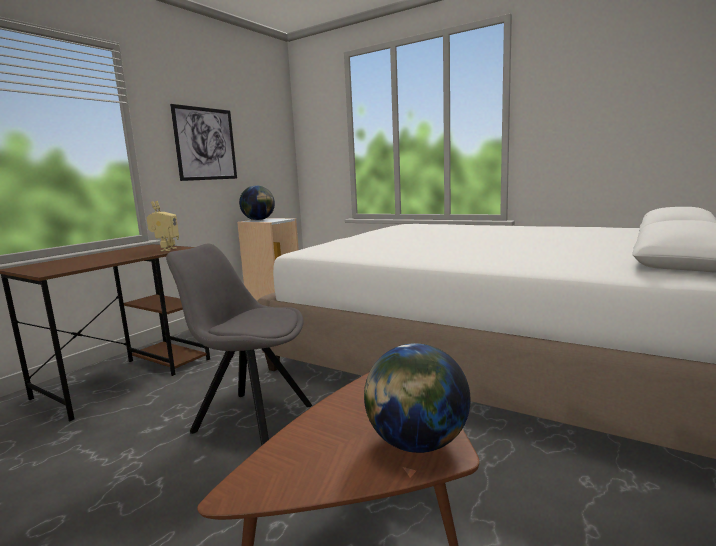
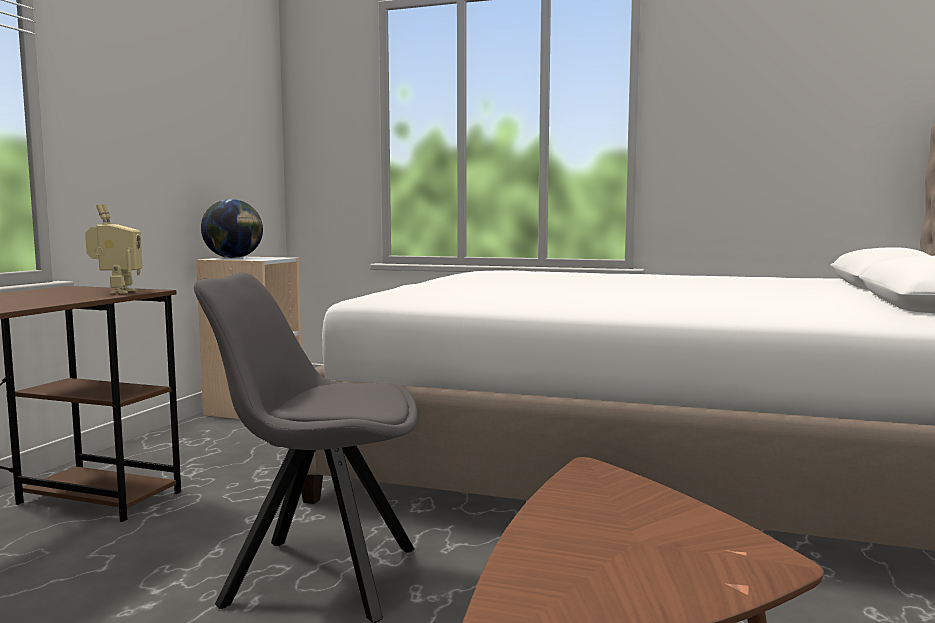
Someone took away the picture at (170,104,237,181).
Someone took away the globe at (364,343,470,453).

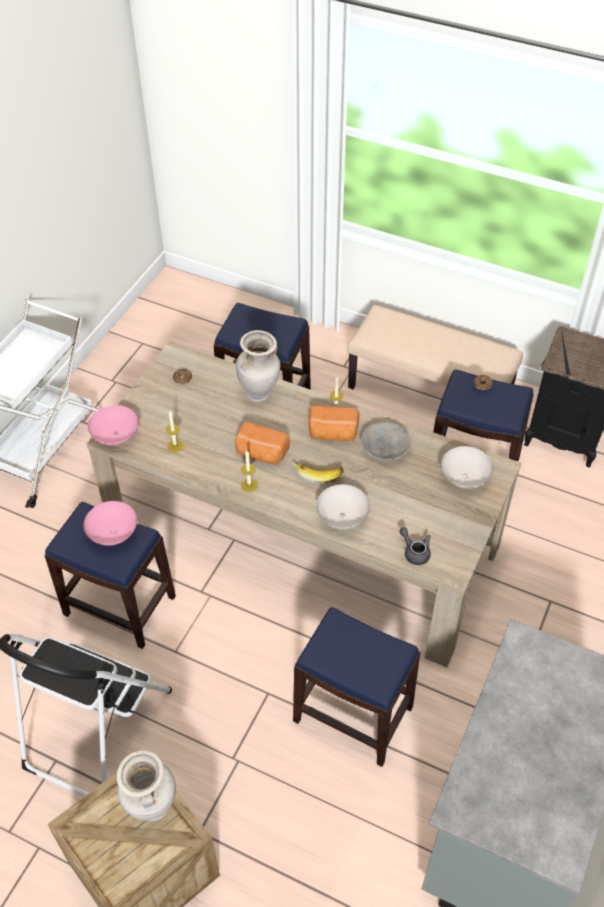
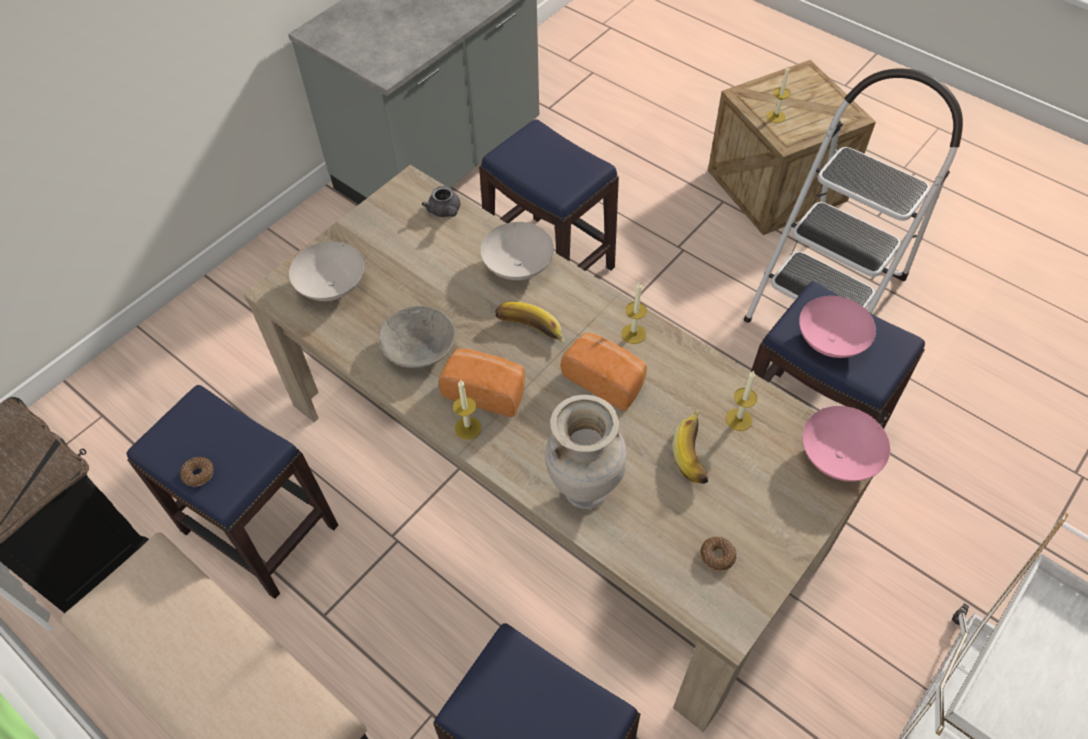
Someone put down the banana at (672,410,708,484).
Someone swapped the beige vase at (116,750,176,821) for the candle at (767,65,790,123).

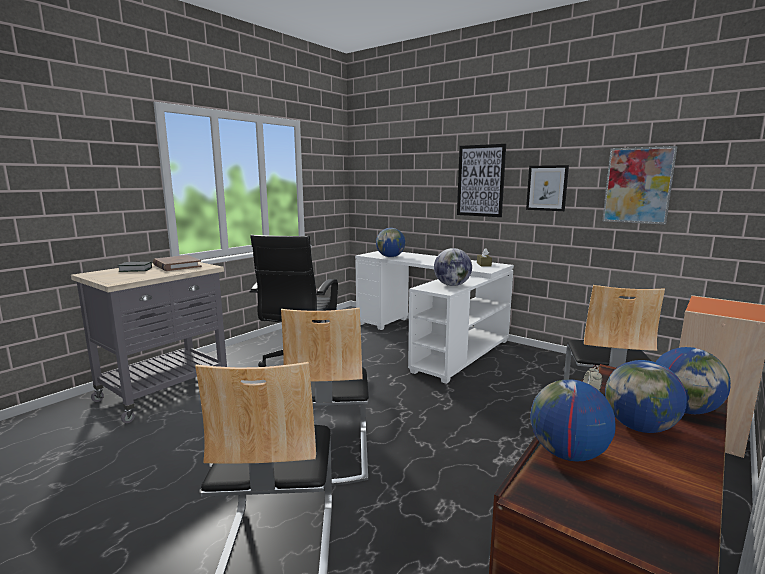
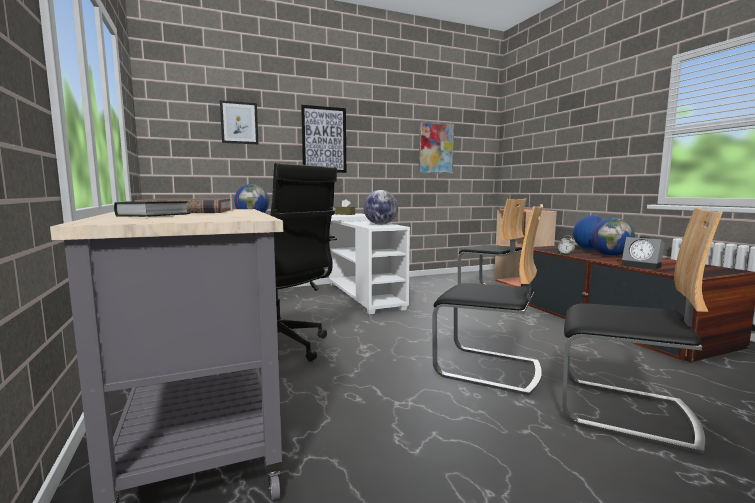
Someone carried the picture from (526,165,569,211) to (220,100,258,144).
Someone swapped the globe at (530,379,616,461) for the alarm clock at (621,236,665,270).

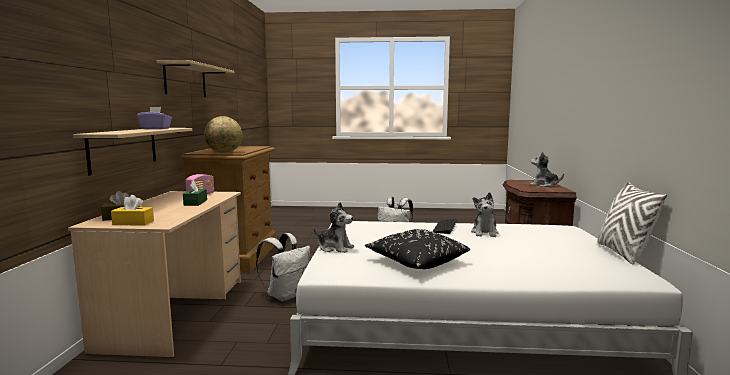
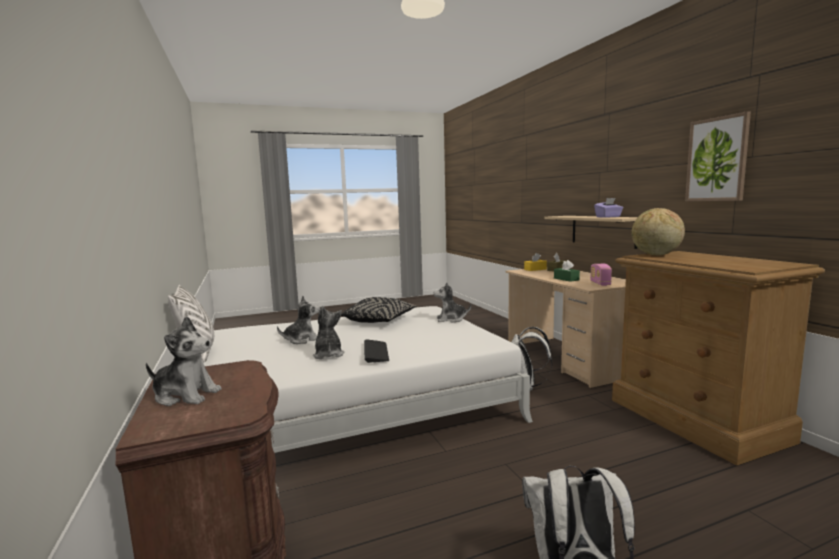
Someone put down the plush toy at (277,296,320,344).
Someone swapped the shelf at (157,60,234,97) for the picture at (685,111,751,201).

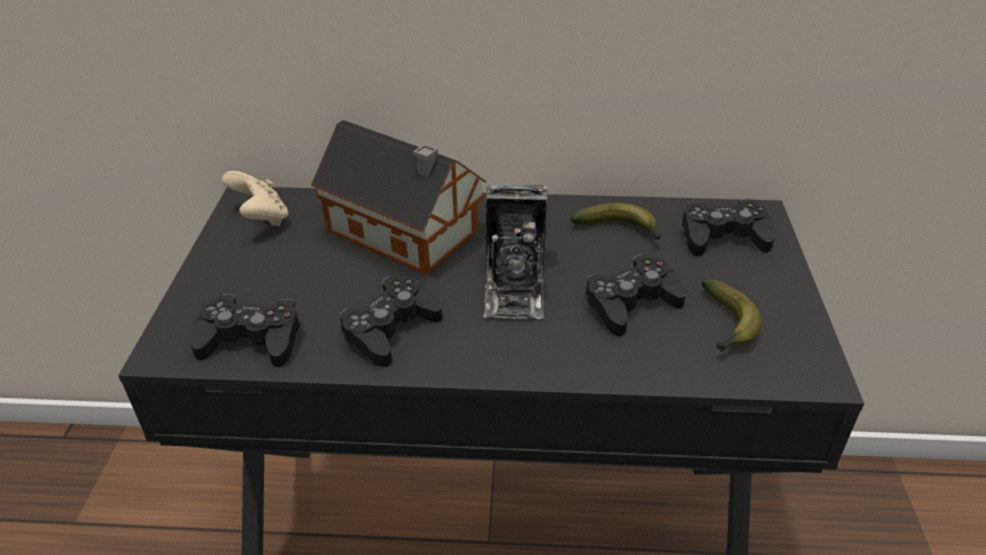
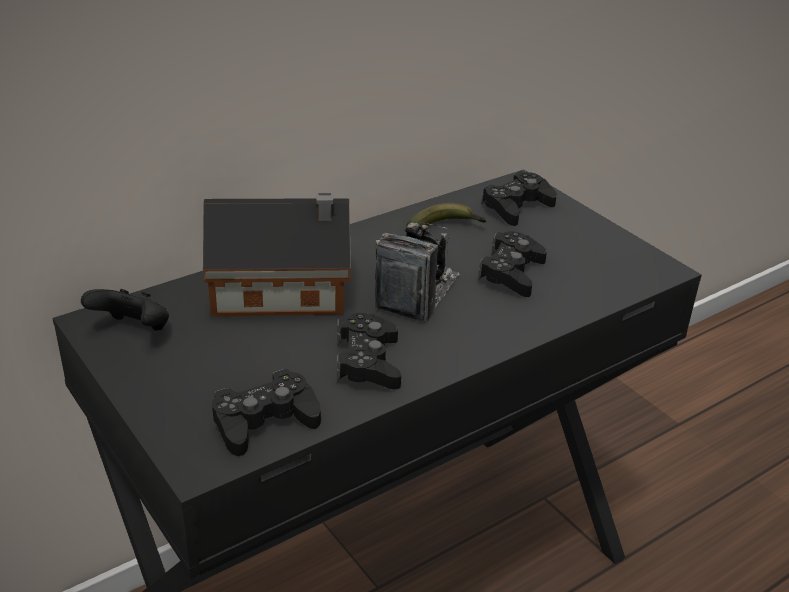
Someone took away the banana at (701,279,762,352).
Someone repainted the beige game controller at (222,171,288,226), which became the black game controller at (81,289,169,331).
Someone rotated the photo camera at (483,184,548,319) by 120 degrees counterclockwise.

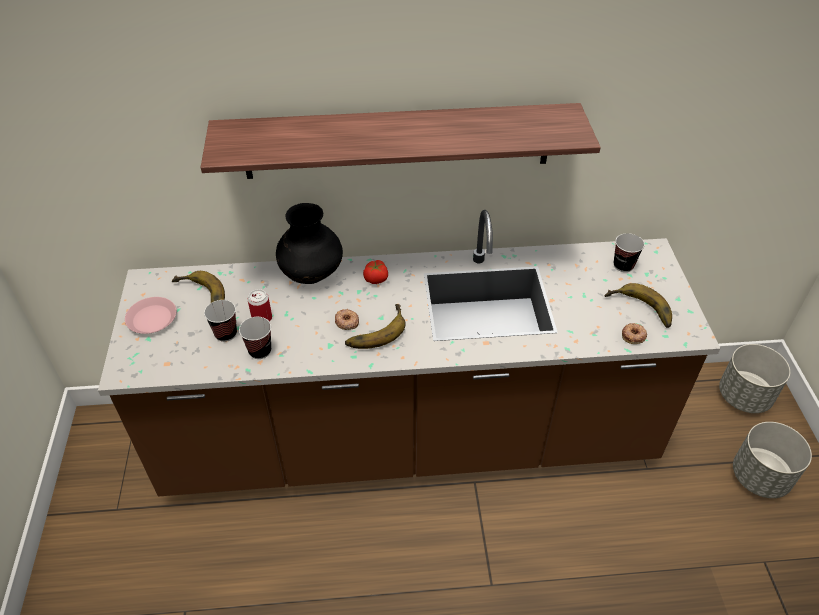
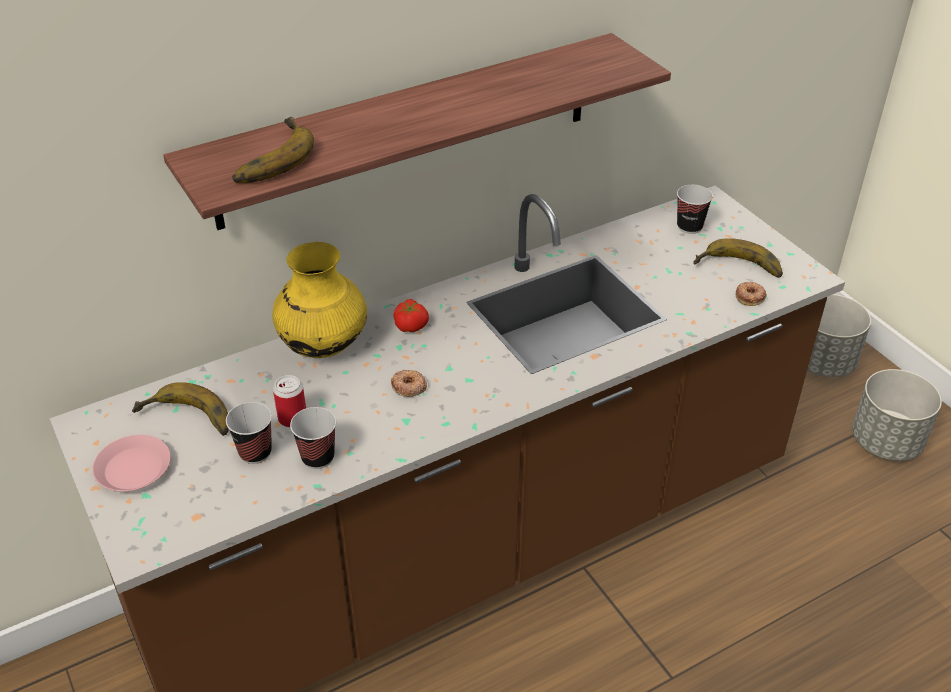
Someone carried the banana from (345,304,406,349) to (232,117,314,183).
Someone repainted the black vase at (276,203,343,284), which became the yellow vase at (272,242,367,358).

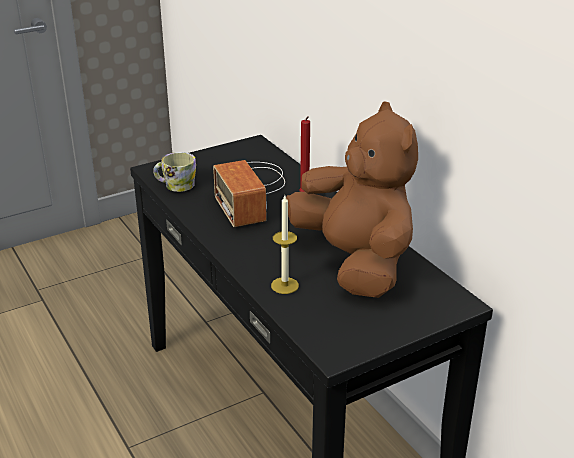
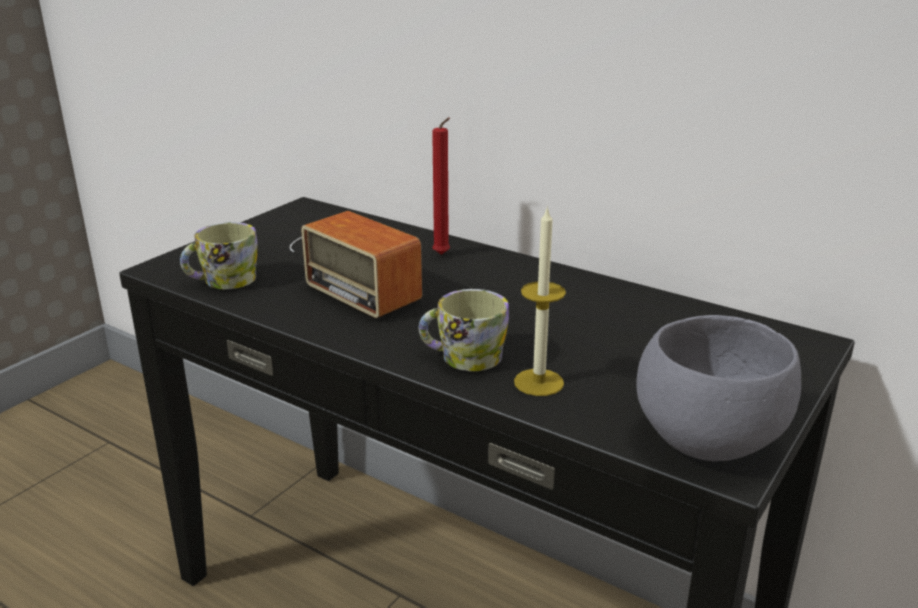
Someone took away the brown plush toy at (286,101,418,298).
Someone put down the mug at (419,289,509,371).
Someone put down the grey bowl at (637,315,801,461).

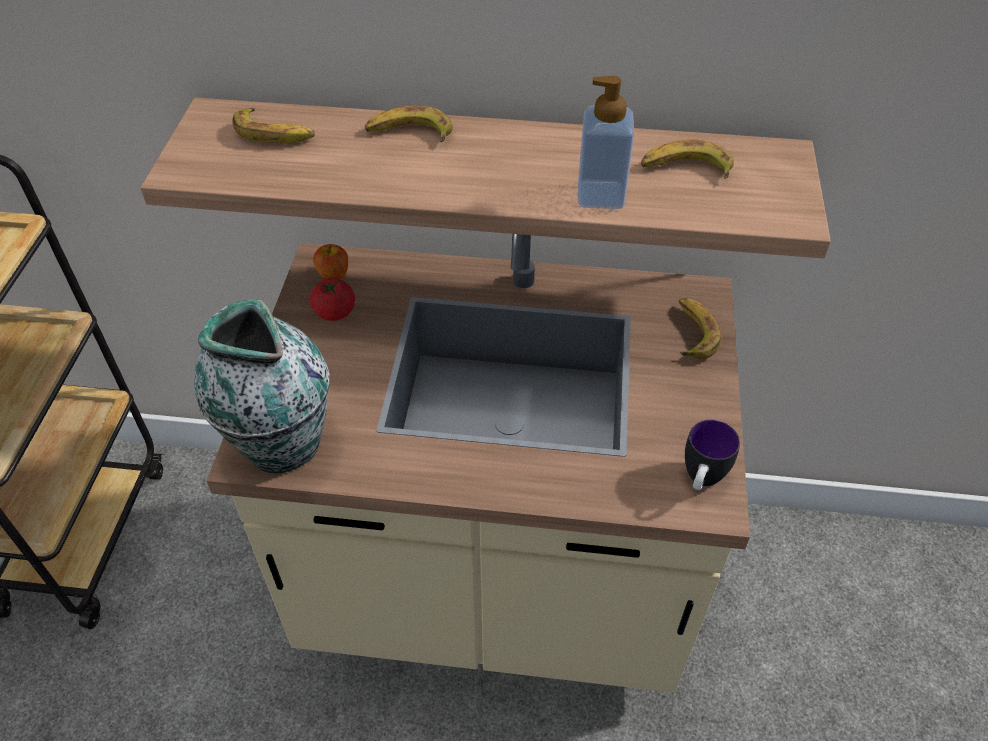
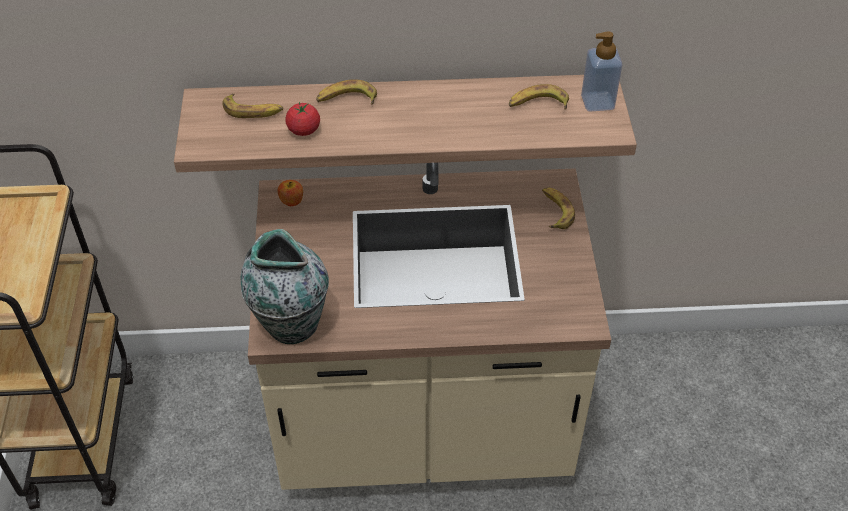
Someone took away the mug at (685,420,740,490).
Someone carried the tomato from (310,276,355,321) to (285,102,320,136).
Someone carried the soap dispenser from (578,76,634,209) to (581,31,623,112).

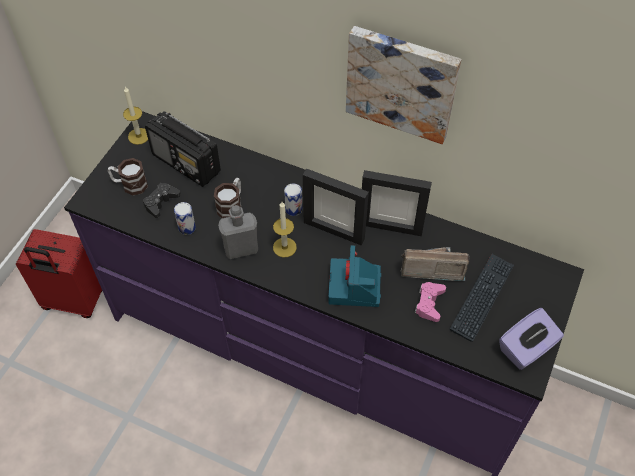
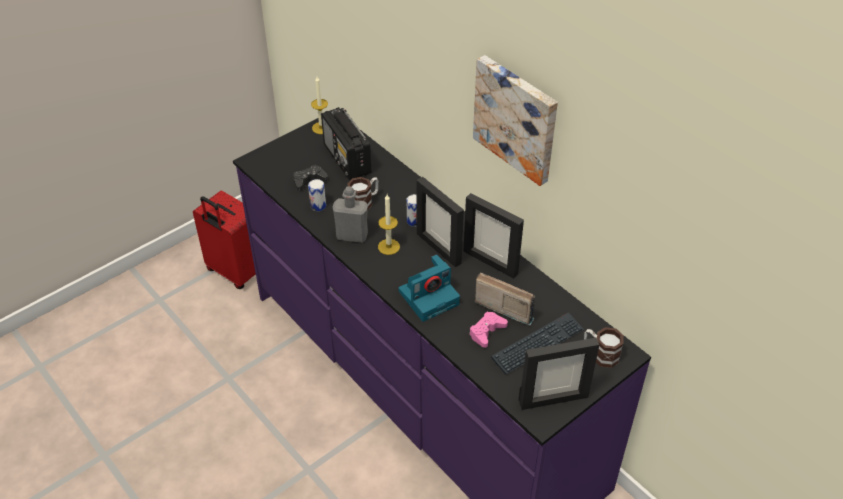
Someone carried the mug from (108,158,148,196) to (584,327,624,368).
Someone swapped the purple tissue box at (500,308,564,370) for the picture frame at (518,338,599,410).
Someone rotated the photo camera at (328,245,381,307) by 150 degrees counterclockwise.

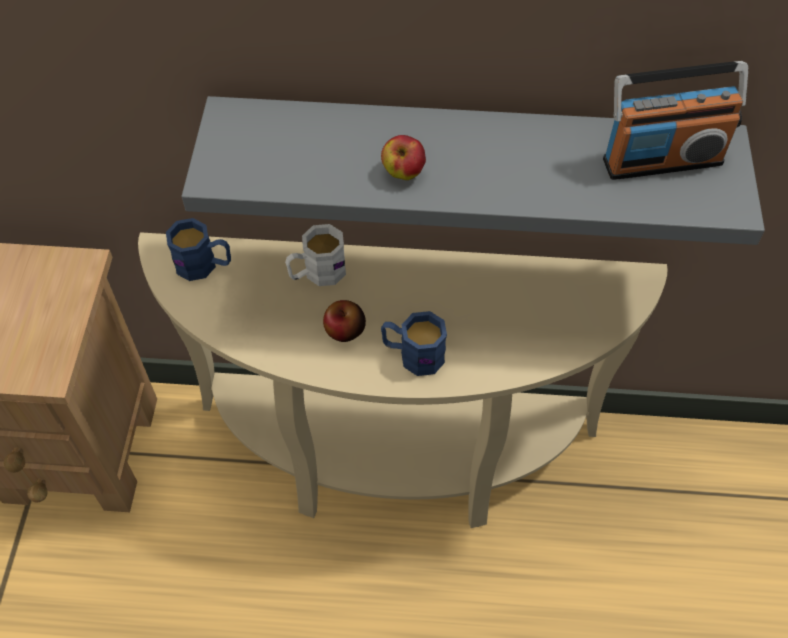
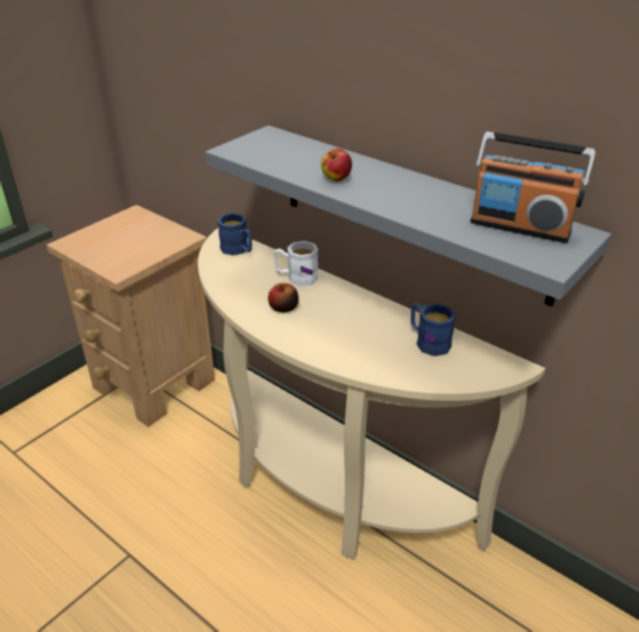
Someone carried the blue mug from (381,311,447,376) to (411,303,456,356).

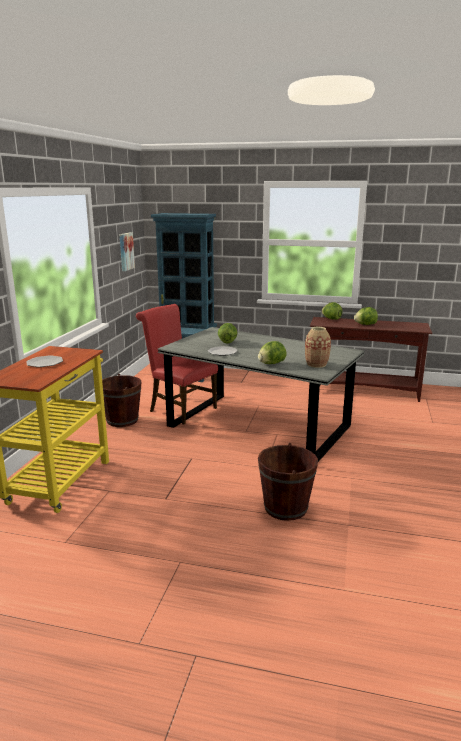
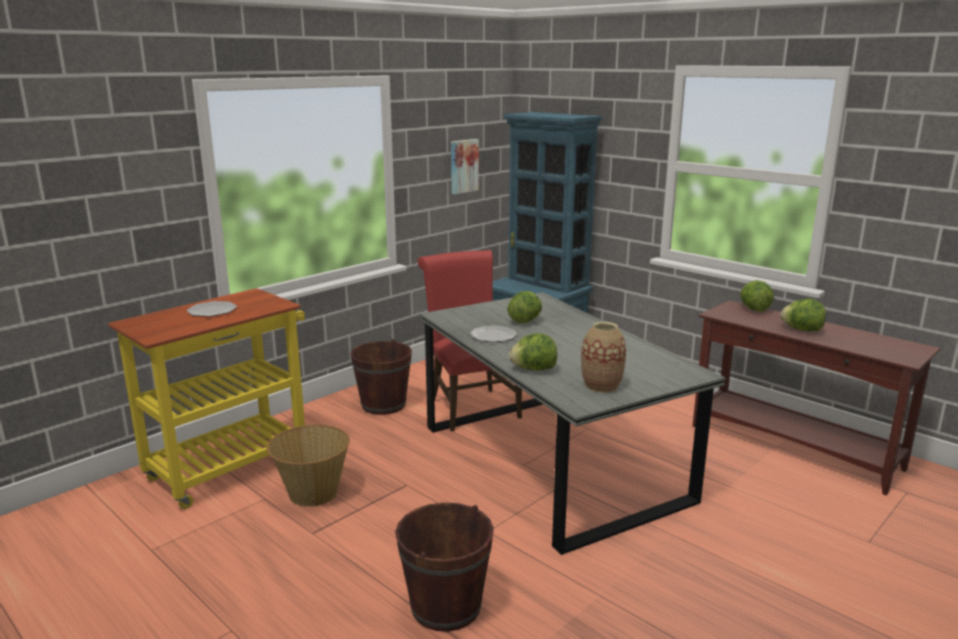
Someone put down the basket at (267,424,350,507).

